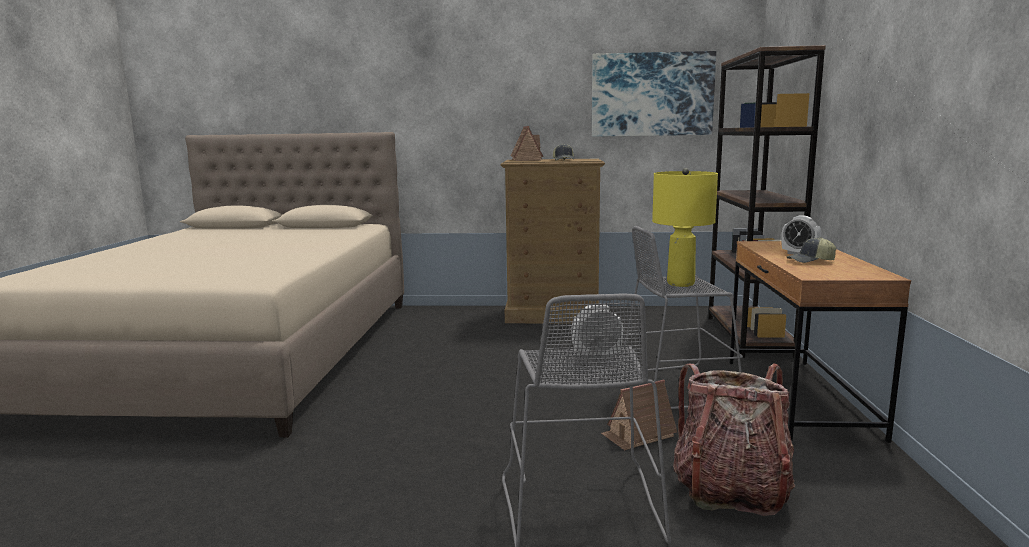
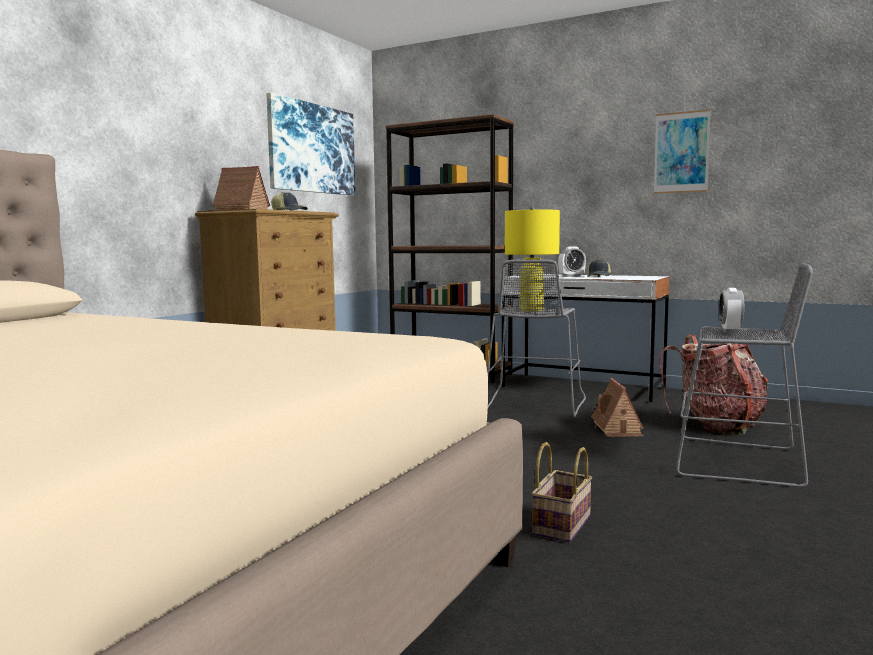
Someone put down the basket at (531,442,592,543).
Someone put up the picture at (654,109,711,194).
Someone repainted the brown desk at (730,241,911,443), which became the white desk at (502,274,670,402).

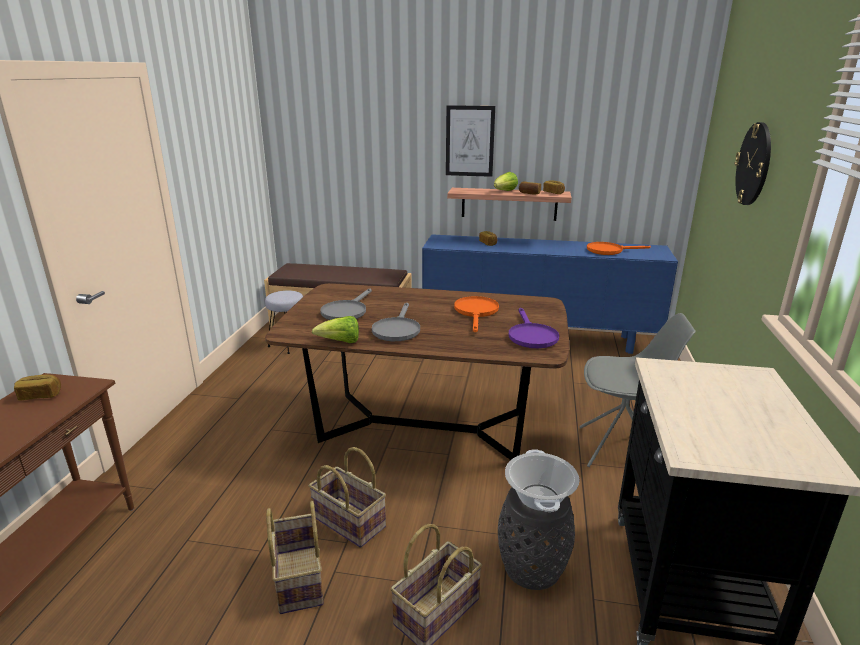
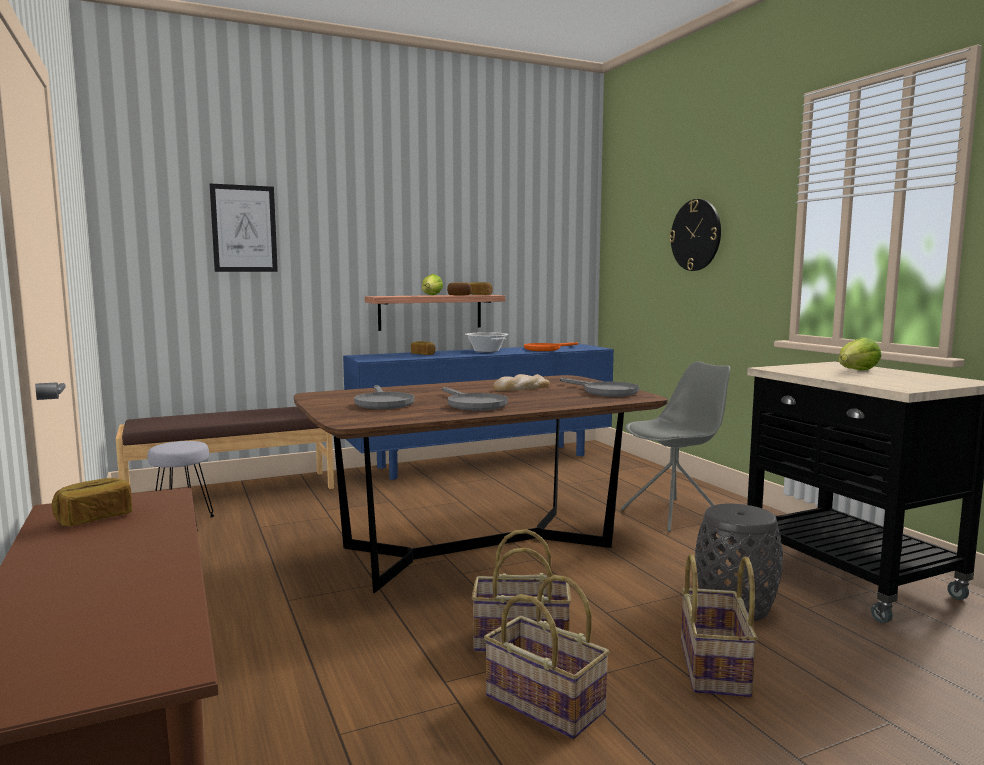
Someone carried the lettuce from (312,316,359,343) to (839,337,882,371).
Someone carried the picture from (446,105,495,177) to (210,184,278,272).
Someone carried the cooking pot from (505,449,580,512) to (465,332,508,352).
Someone swapped the orange frying pan at (454,296,499,332) for the bread at (493,374,550,391).
Someone repainted the purple frying pan at (509,308,559,348), which became the grey frying pan at (560,378,639,397).

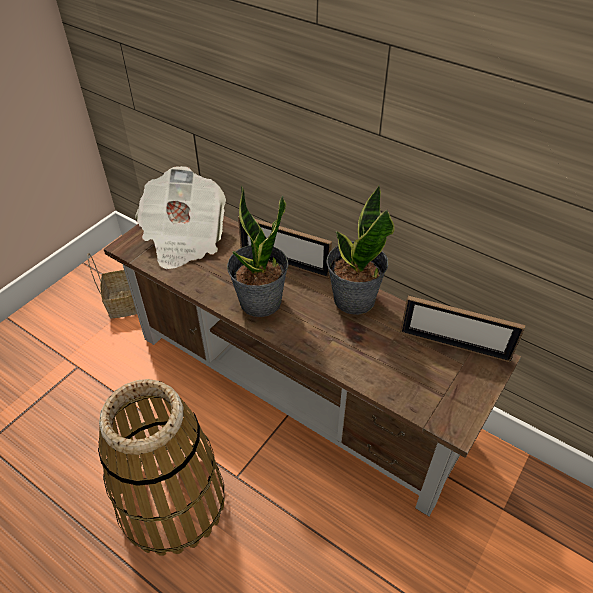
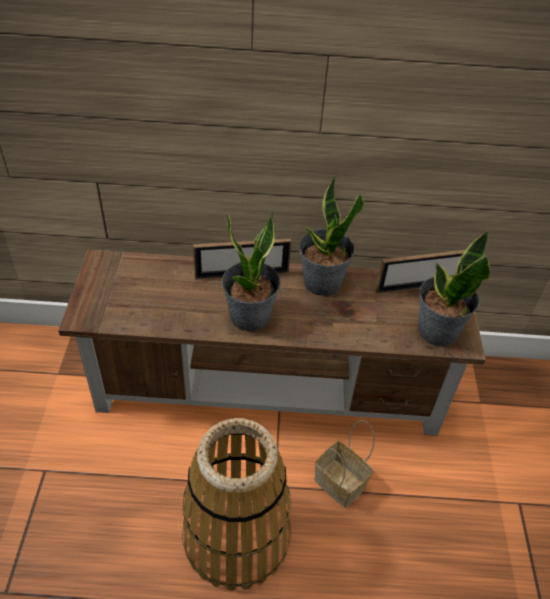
Someone took away the newspaper at (135,166,226,269).
Someone put down the potted plant at (418,231,491,347).
Someone carried the basket from (87,253,137,318) to (314,420,375,508).

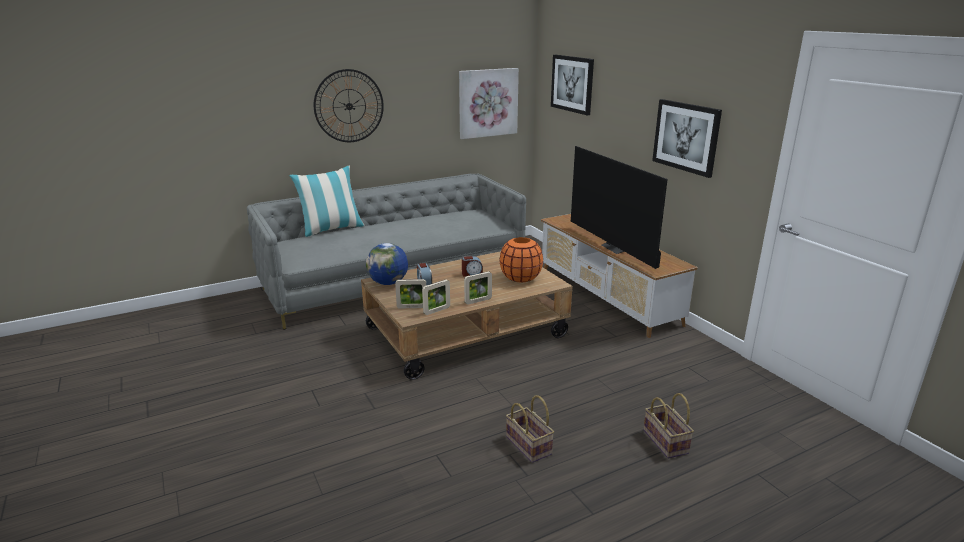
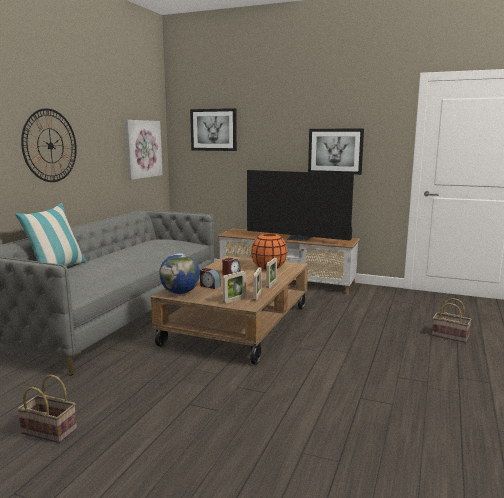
Someone carried the basket from (506,395,554,463) to (17,375,77,443).

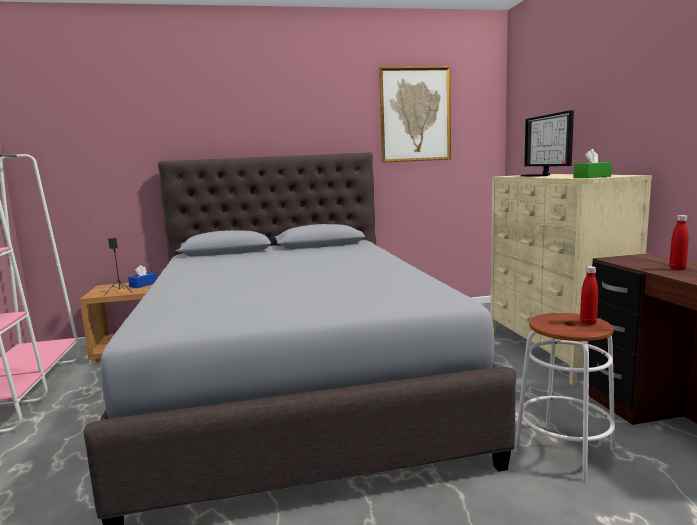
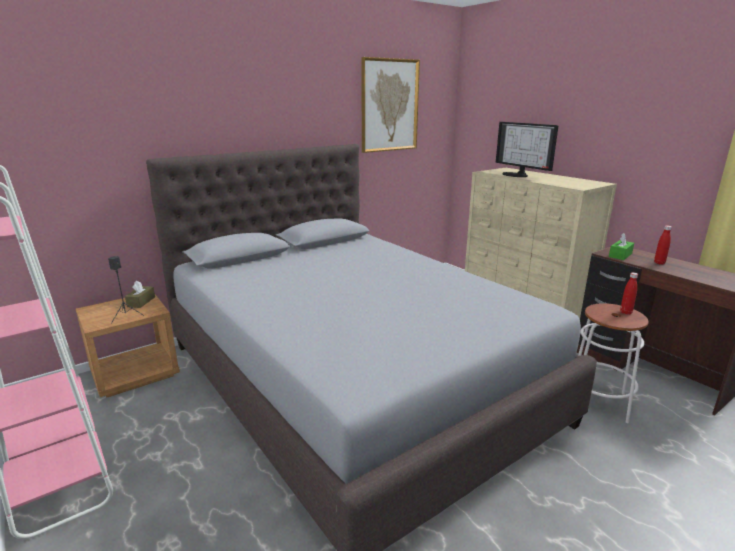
Someone carried the green tissue box from (573,149,612,178) to (609,233,634,260).
Someone repainted the blue tissue box at (128,265,157,288), which became the brown tissue box at (125,281,155,308).

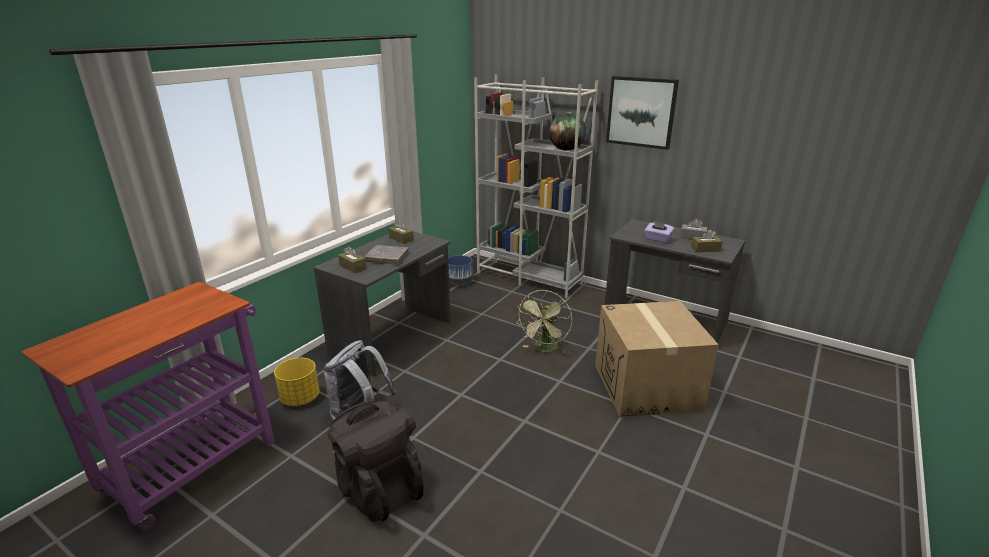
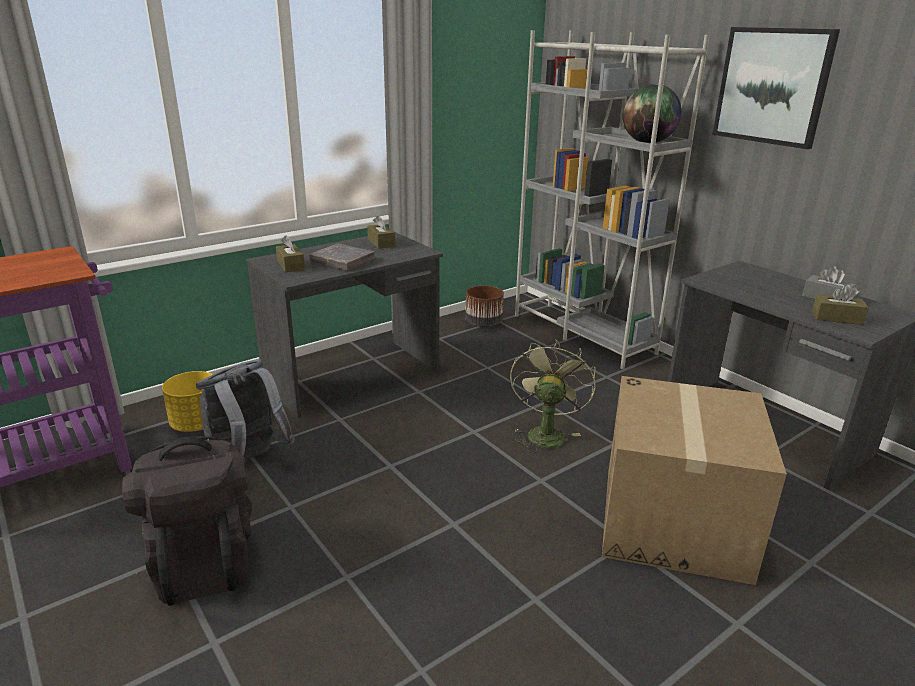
Someone took away the purple tissue box at (645,221,674,243).
Someone repainted the blue planter at (448,255,473,285), which became the brown planter at (465,285,504,327).
Someone rotated the green fan at (516,290,572,353) by 150 degrees clockwise.

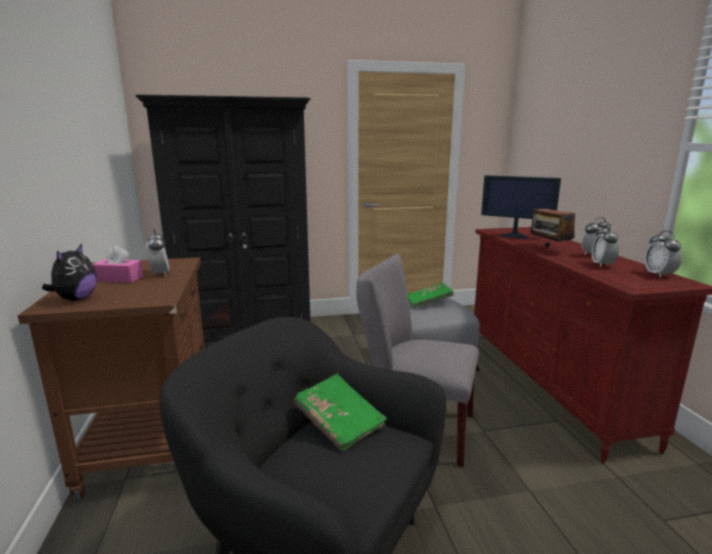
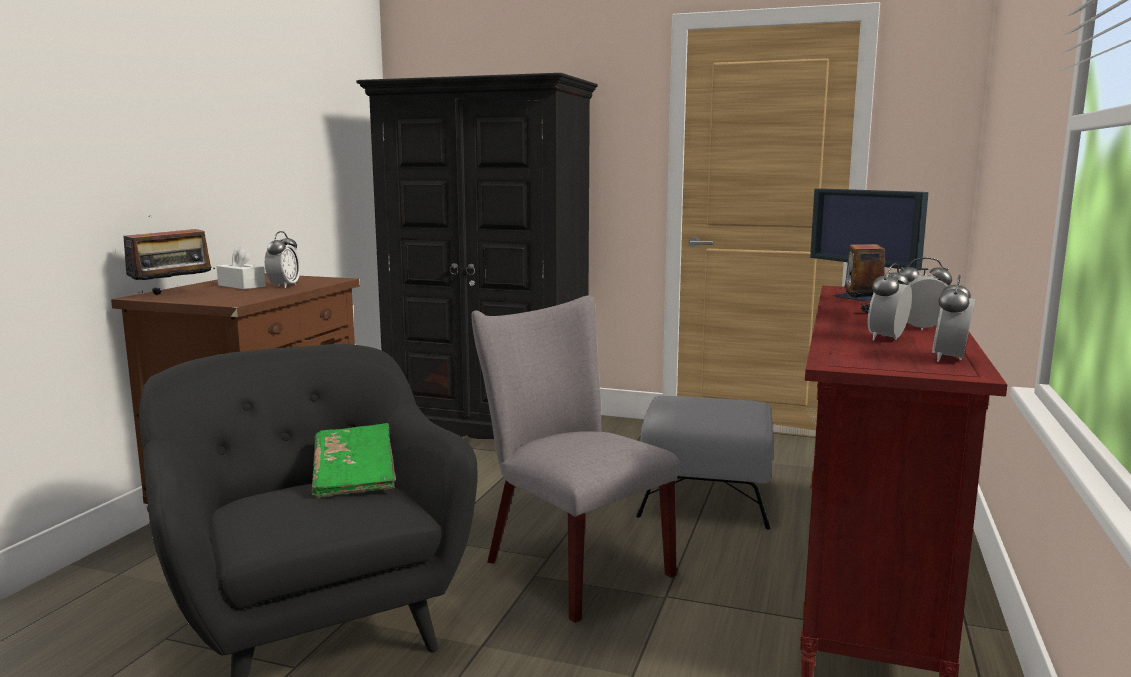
Someone took away the green book at (407,283,454,308).
Someone swapped the plush toy at (42,244,97,301) for the radio at (114,215,215,295).
Someone repainted the pink tissue box at (93,246,143,283), which became the white tissue box at (217,247,266,289).

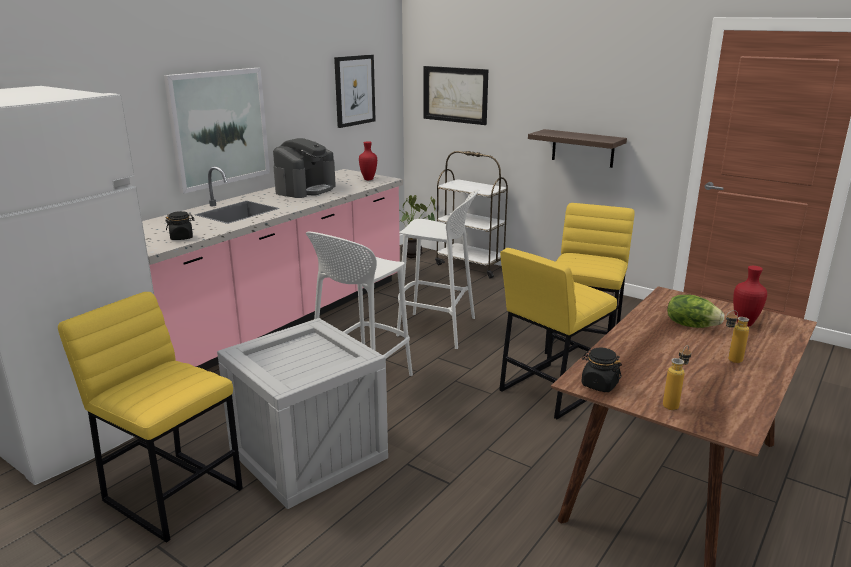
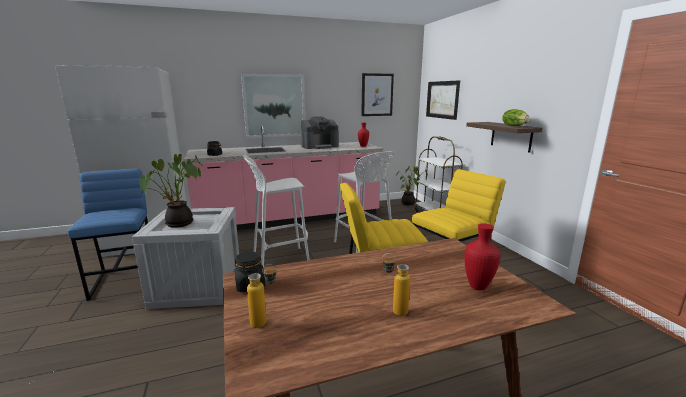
Someone put down the potted plant at (140,154,204,228).
Someone carried the lettuce from (667,295,725,328) to (502,109,530,126).
Someone repainted the yellow chair at (58,292,243,543), which became the blue chair at (68,169,148,301).

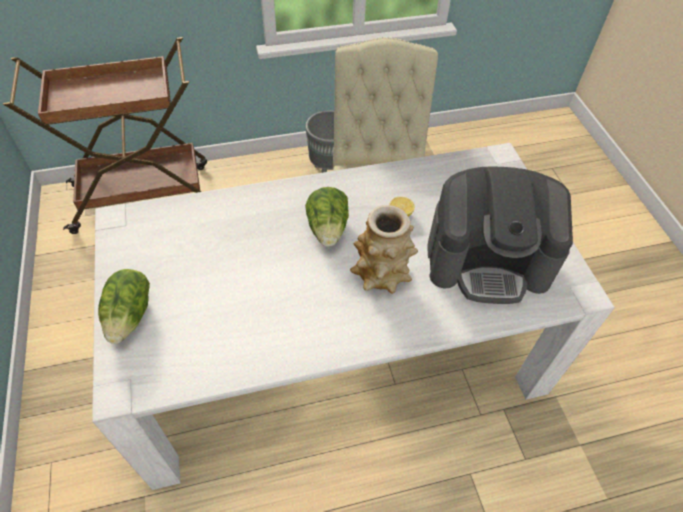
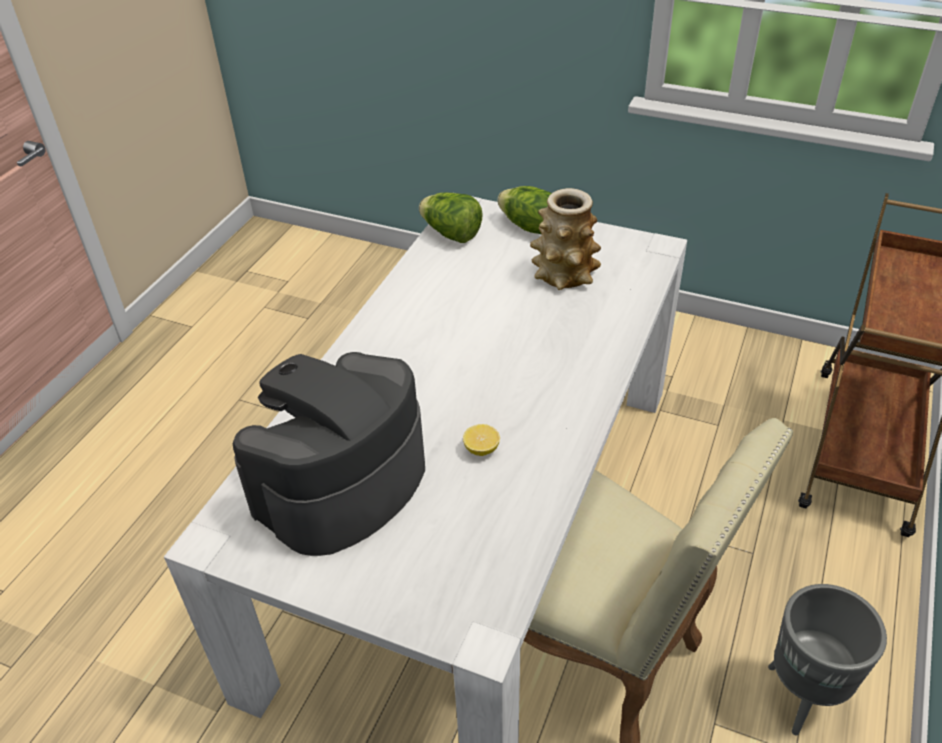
Someone carried the lettuce from (305,187,349,247) to (419,193,483,243).
Someone carried the vase from (350,205,418,294) to (530,188,601,290).

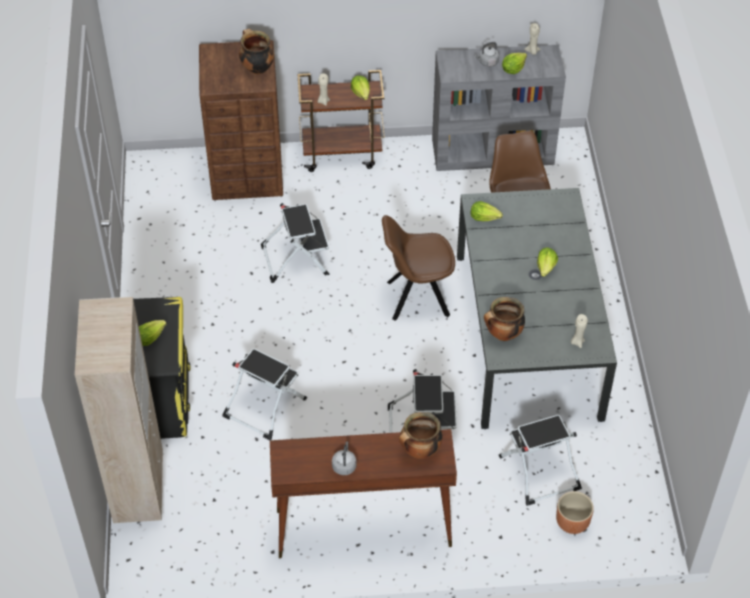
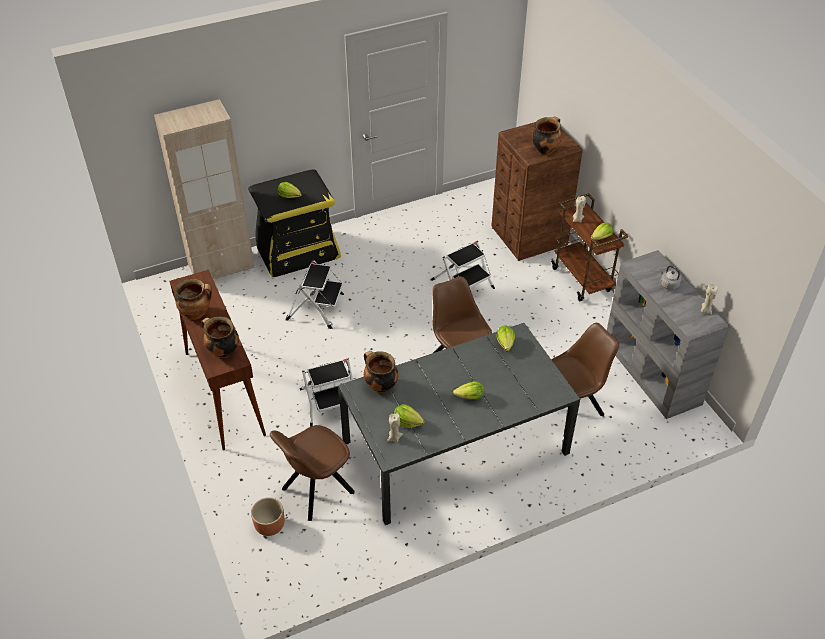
Someone carried the lettuce from (502,53,527,74) to (394,404,425,428).
Someone swapped the grey kettle at (332,442,357,475) for the cooking pot at (175,279,212,320).
Someone swapped the step ladder at (498,415,582,506) for the brown chair at (270,425,355,521).

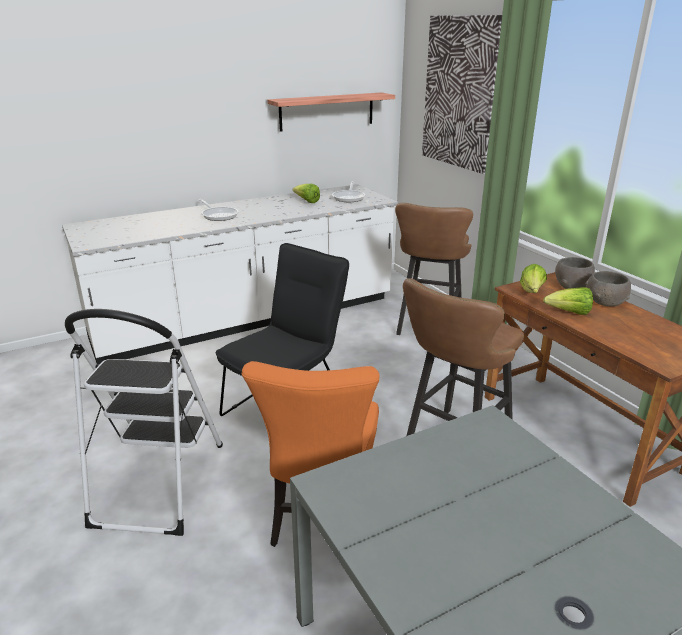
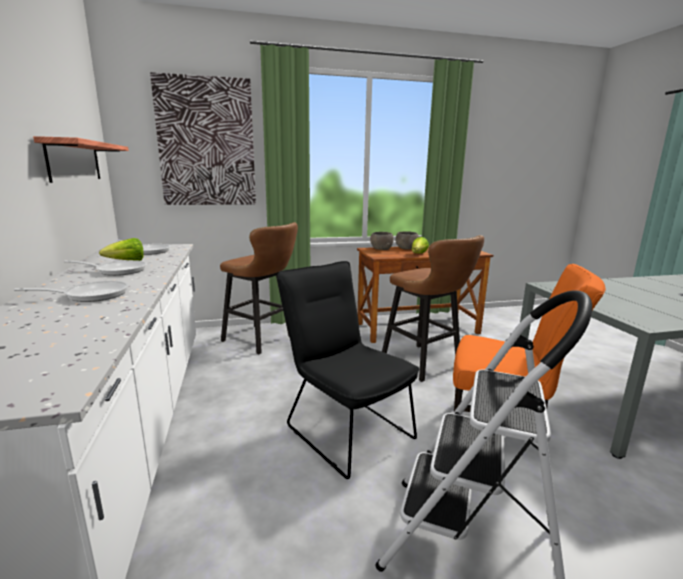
Someone took away the lettuce at (520,264,547,293).
Someone put down the frying pan at (64,260,147,276).

